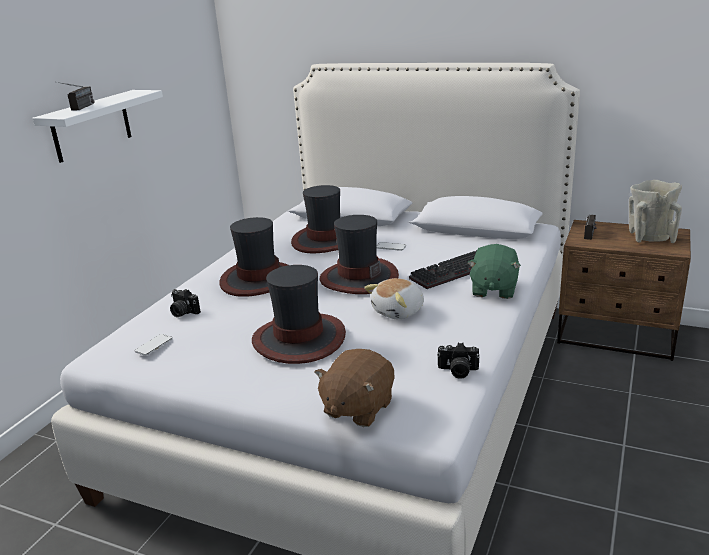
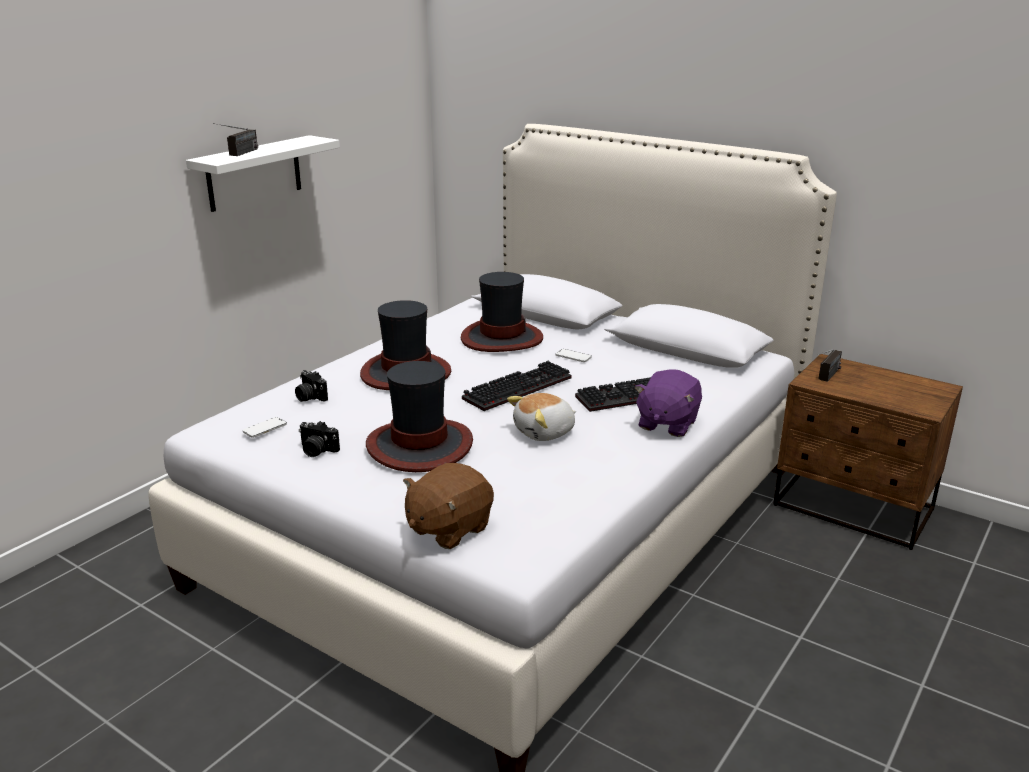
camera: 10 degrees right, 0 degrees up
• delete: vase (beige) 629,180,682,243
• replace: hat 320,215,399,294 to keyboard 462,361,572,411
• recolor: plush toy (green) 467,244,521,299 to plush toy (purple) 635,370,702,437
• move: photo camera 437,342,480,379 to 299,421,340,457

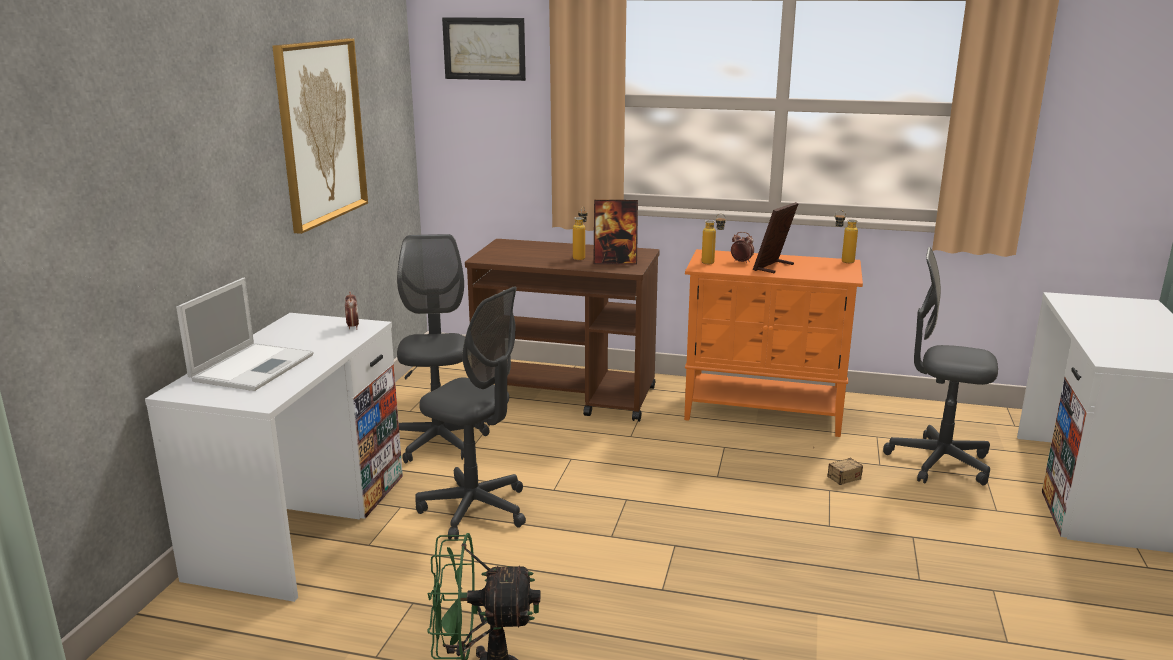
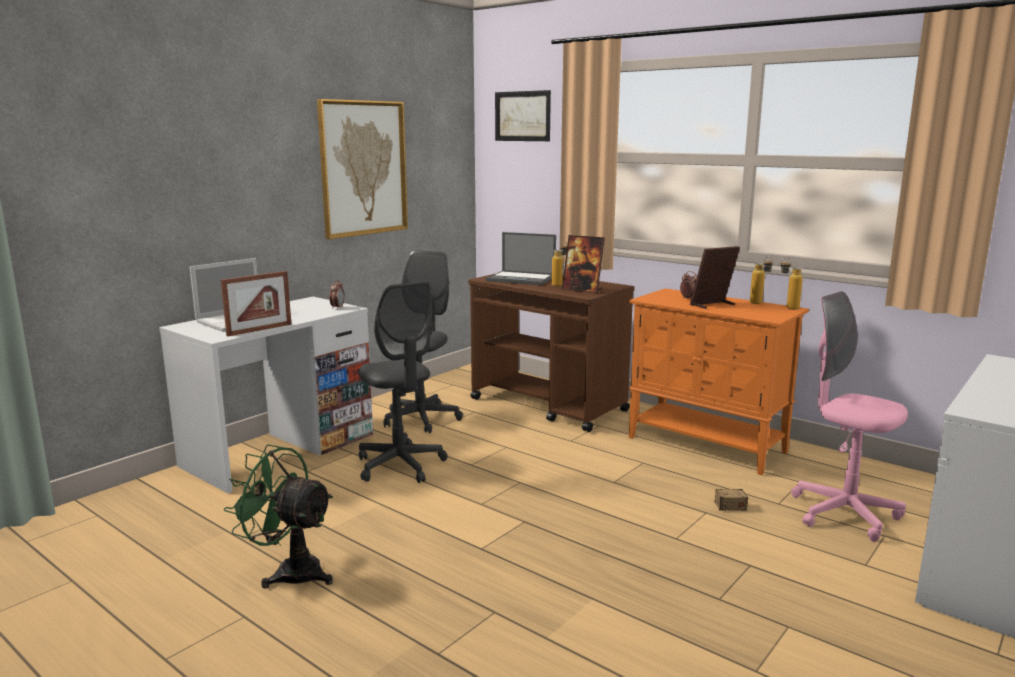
camera: 25 degrees right, 5 degrees down
• move: bottle 702,213,726,264 to 750,256,773,304
• recolor: office chair (grey) 883,247,998,486 to office chair (pink) 791,291,908,542
• insert: laptop 486,232,556,285
• insert: picture frame 221,271,292,336

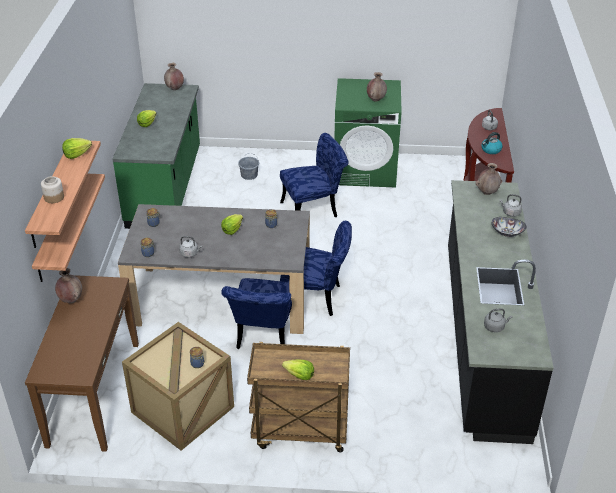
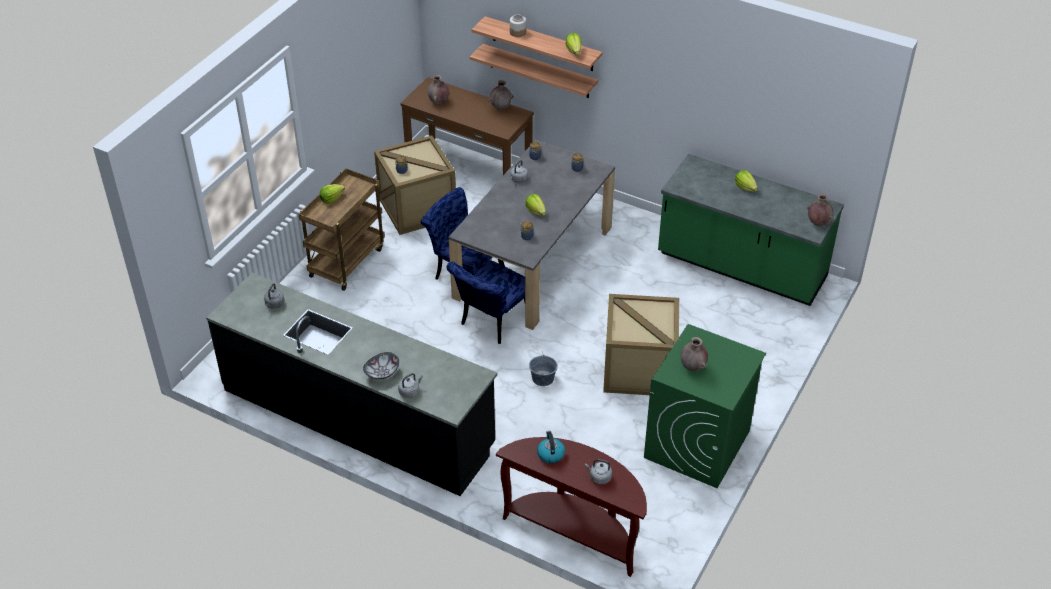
camera: 115 degrees right, 5 degrees up
• replace: chair (blue) 280,133,349,217 to crate 603,294,679,395
• move: bucket (grey) 238,153,259,180 to 529,355,558,386
• move: vase (brown) 476,163,502,195 to 427,75,449,104

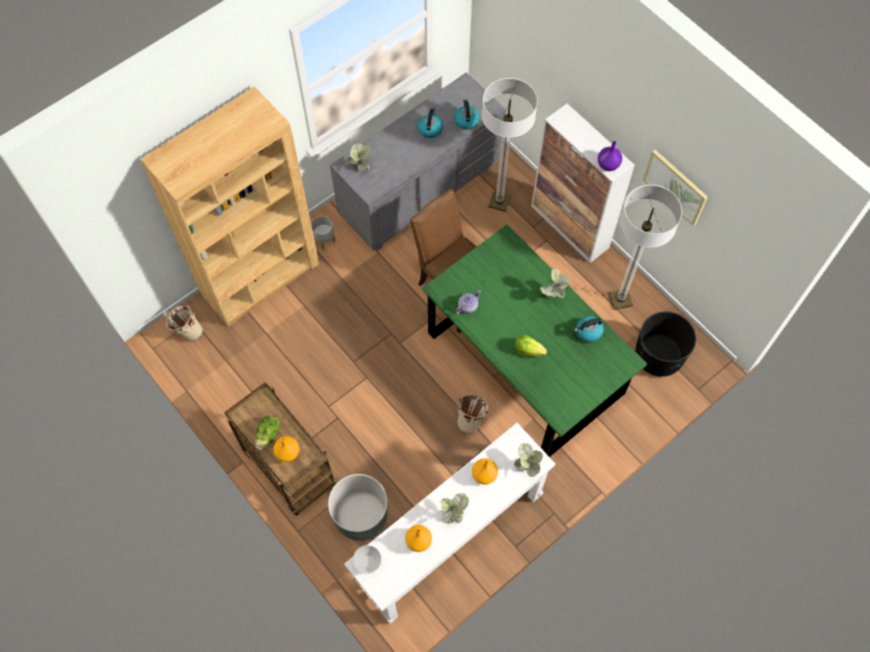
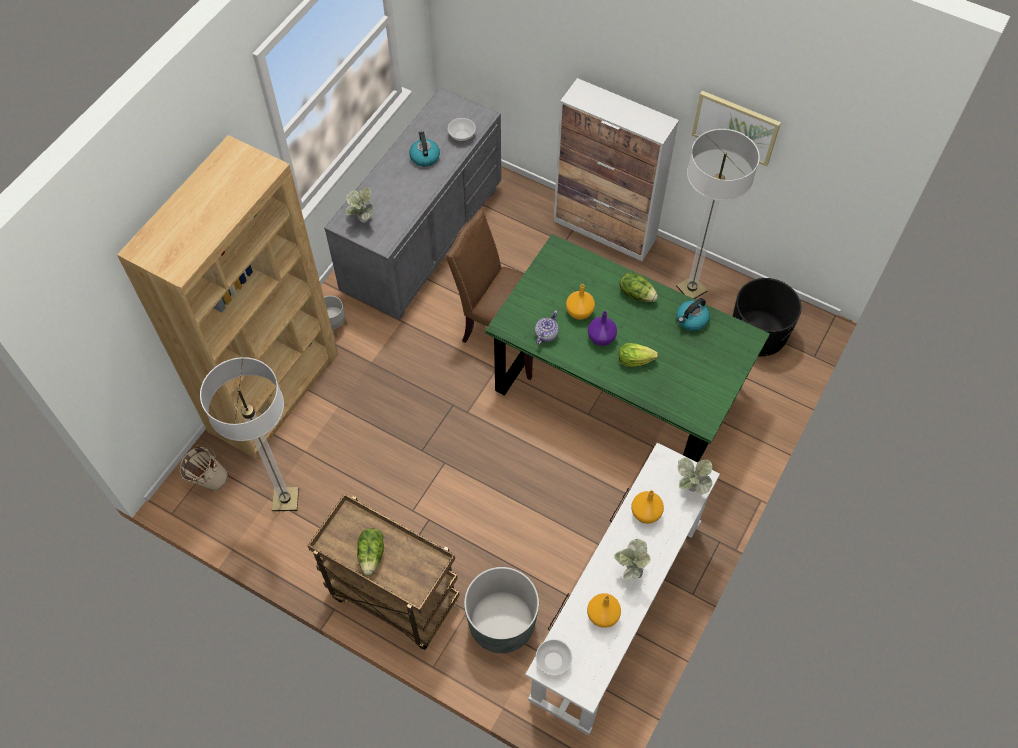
camera: 20 degrees left, 5 degrees down
• move: floor lamp 482,78,538,212 to 200,357,299,511
• replace: kettle 454,99,480,129 to bowl 448,118,476,142
• move: vase (purple) 598,141,622,171 to 588,311,617,346
• replace: potted plant 540,269,569,299 to lettuce 619,272,658,302
• delete: bucket (beige) 457,395,489,434
• move: vase (orange) 273,436,299,462 to 566,284,595,320

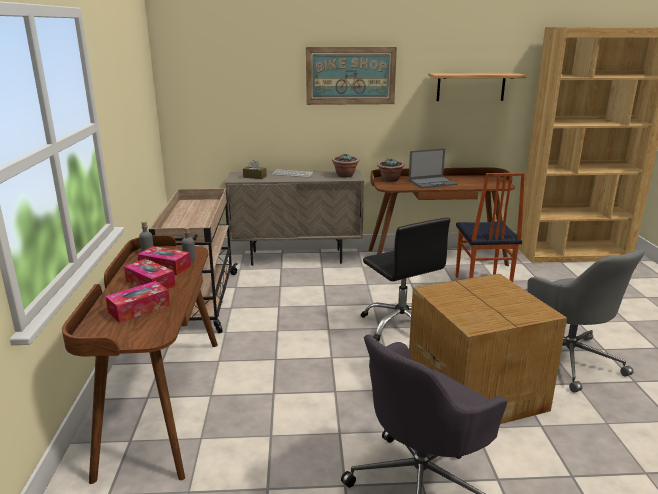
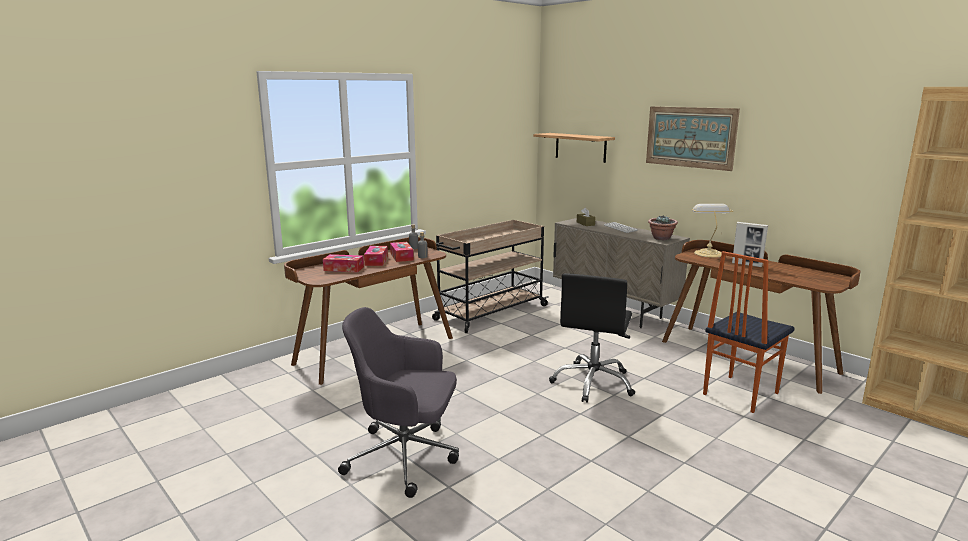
camera: 50 degrees right, 5 degrees down
• move: shelf 428,73,527,101 to 533,133,615,163
• replace: laptop 408,148,458,188 to picture frame 732,222,768,267
• replace: potted plant 377,159,405,182 to table lamp 692,204,734,258
• delete: office chair (grey) 525,249,645,393
• delete: cardboard box 409,274,567,424

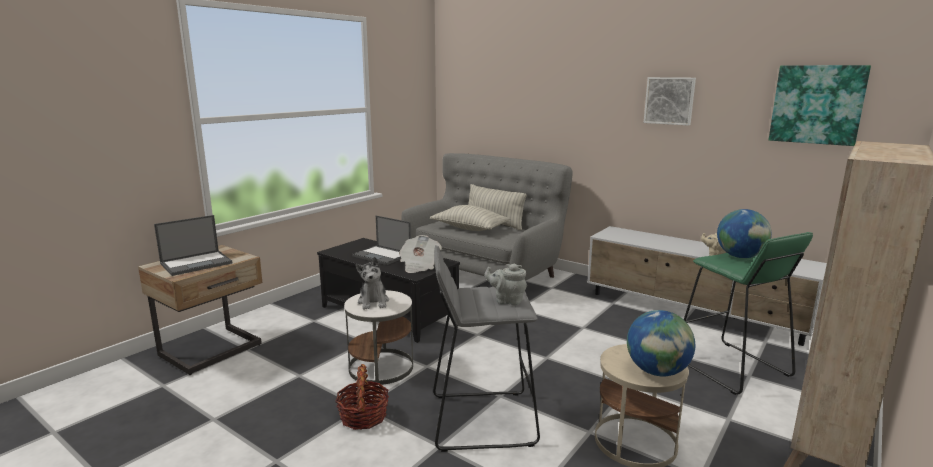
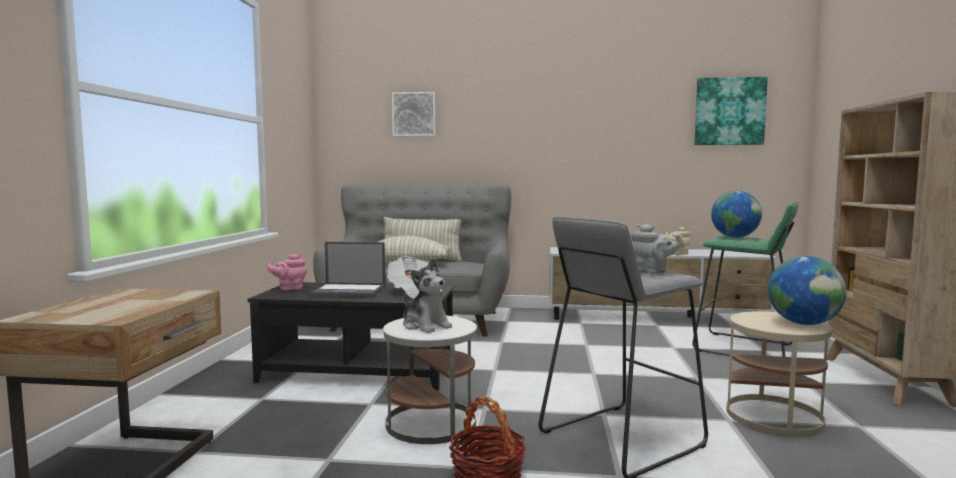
camera: 30 degrees left, 10 degrees down
• move: picture 644,77,696,126 to 392,92,436,137
• delete: laptop 154,215,233,276
• rotate: teapot (grey) 484,264,527,305 = 631,224,683,274 135 degrees counterclockwise
• insert: teapot (pink) 267,254,307,291

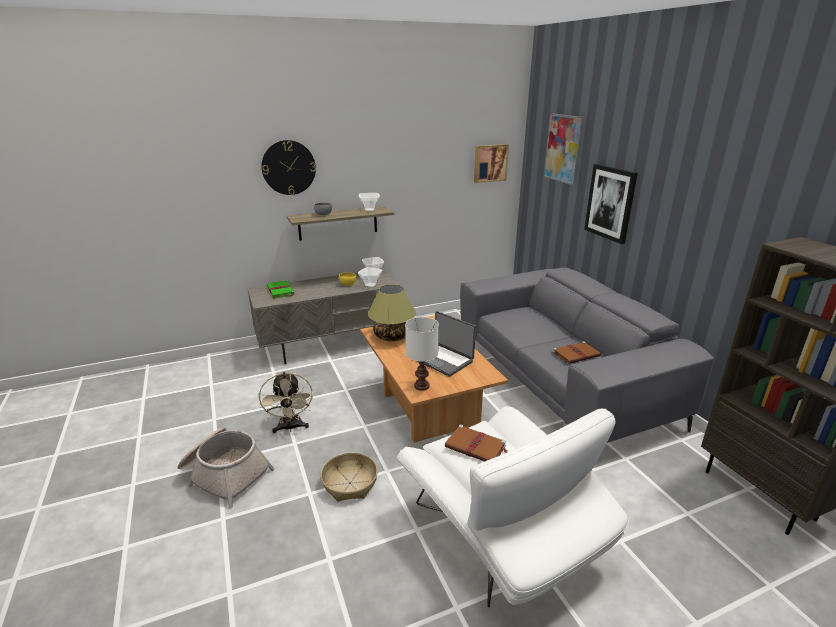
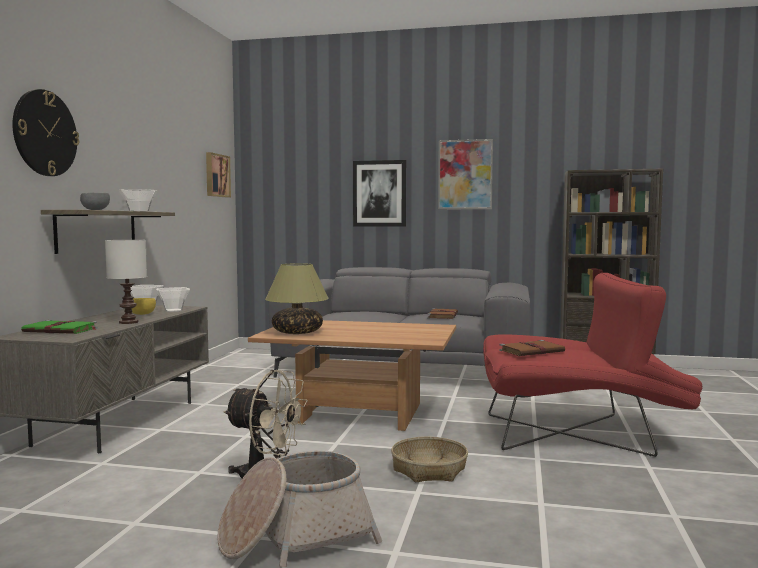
camera: 55 degrees left, 20 degrees down
• move: picture 544,113,585,186 to 438,139,493,209
• delete: laptop 417,311,476,377
• move: table lamp (white) 405,317,439,391 to 105,240,147,324
• recolor: armchair (white) 397,406,629,608 to armchair (red) 483,273,703,457

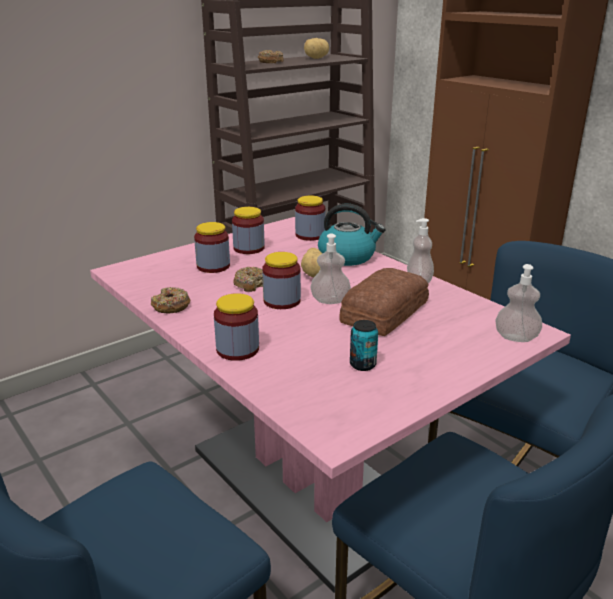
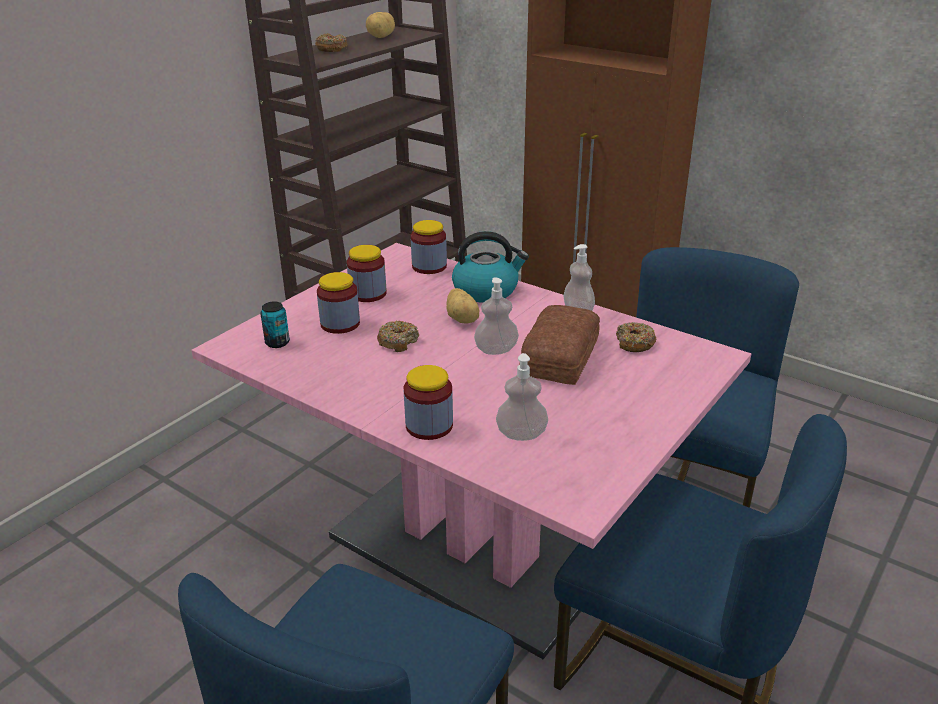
camera: 15 degrees left, 5 degrees up
• delete: jar 262,252,301,309
• move: soap dispenser 495,264,542,342 to 496,353,548,441
• move: donut 151,287,191,314 to 616,322,656,352
• move: can 350,320,378,371 to 260,301,290,348

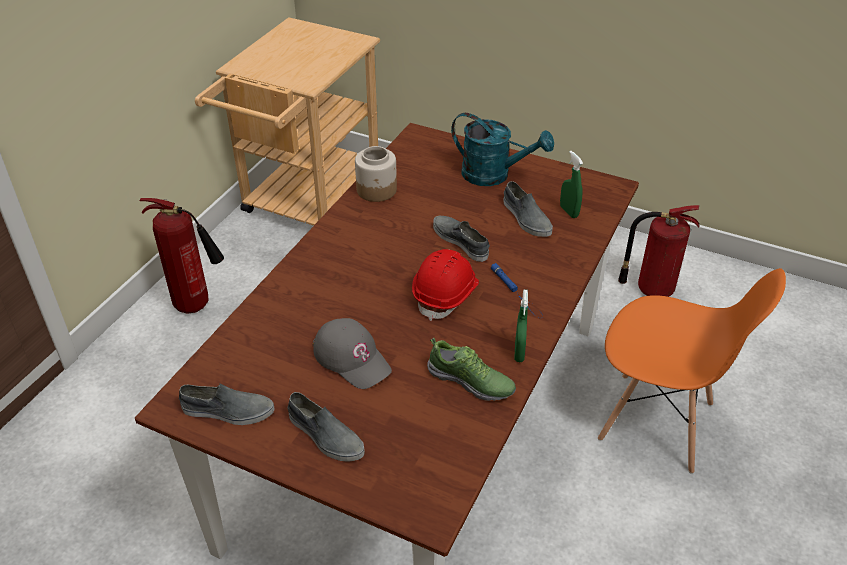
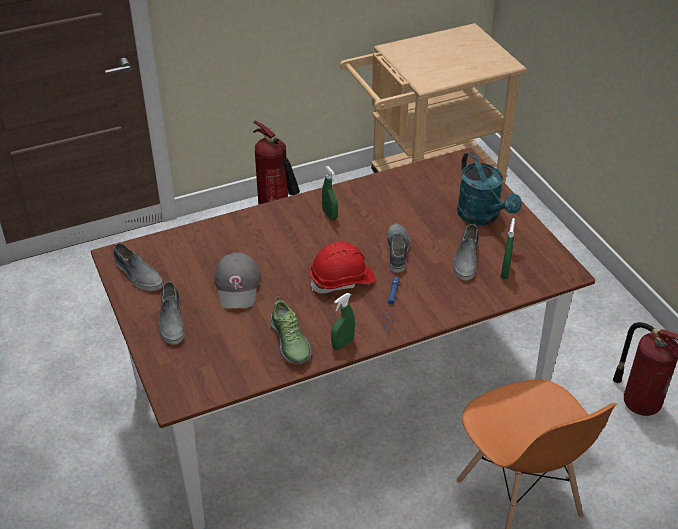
camera: 40 degrees right, 0 degrees up
• delete: jar 355,146,397,202
• insert: spray bottle (green) 322,166,338,220

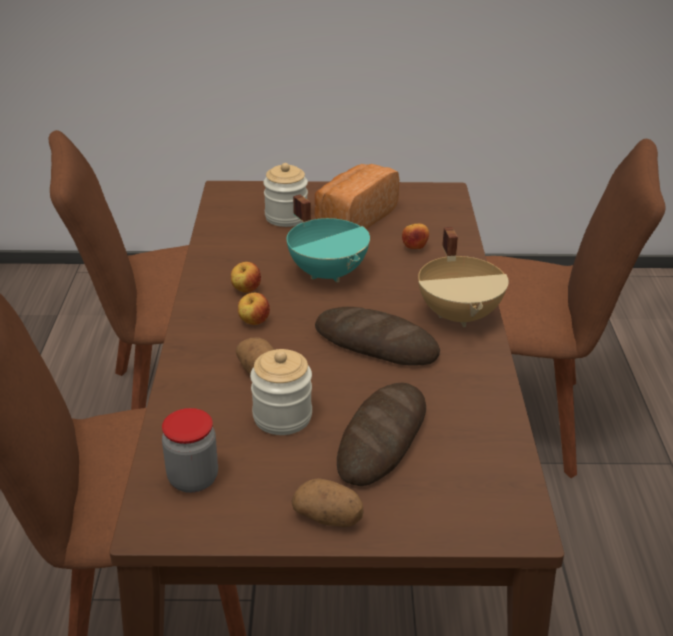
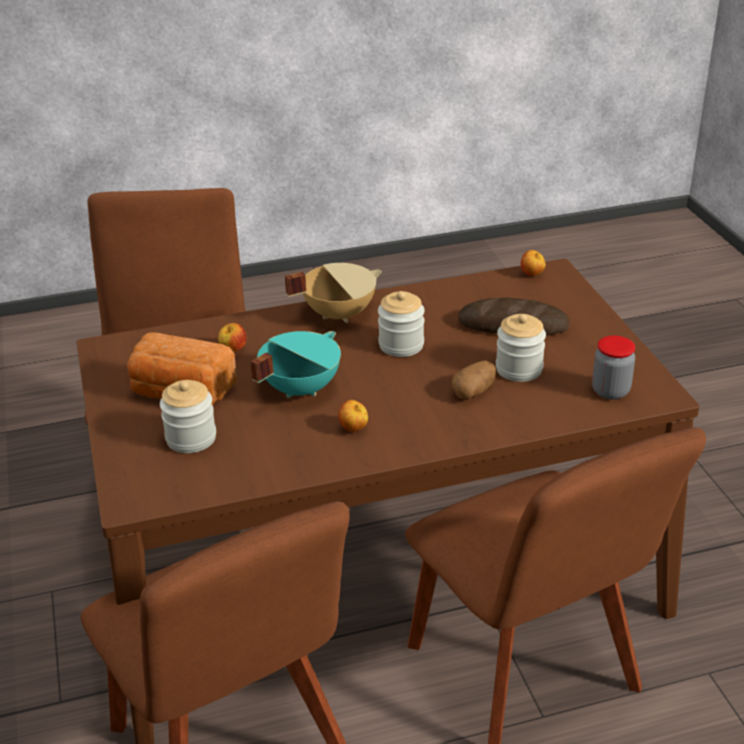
camera: 105 degrees left, 0 degrees up
• move: apple 238,293,270,325 to 521,250,546,276
• replace: bread 315,307,440,366 to jar 378,291,425,357
• delete: potato 291,478,364,527

